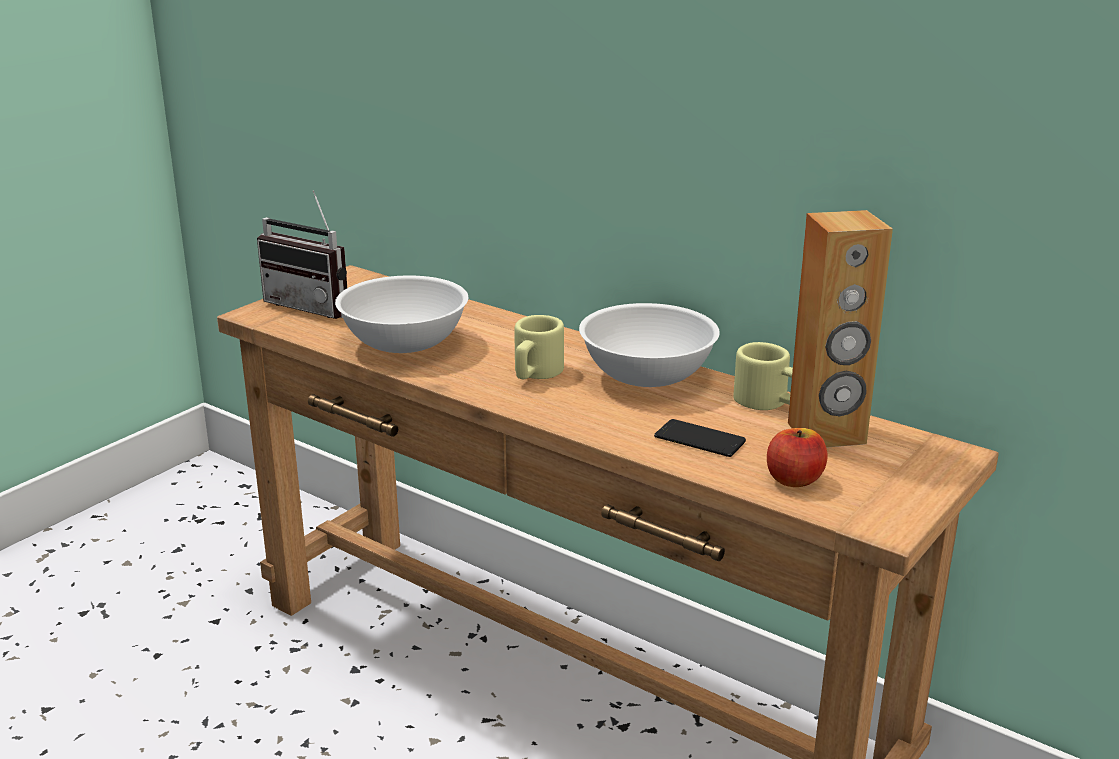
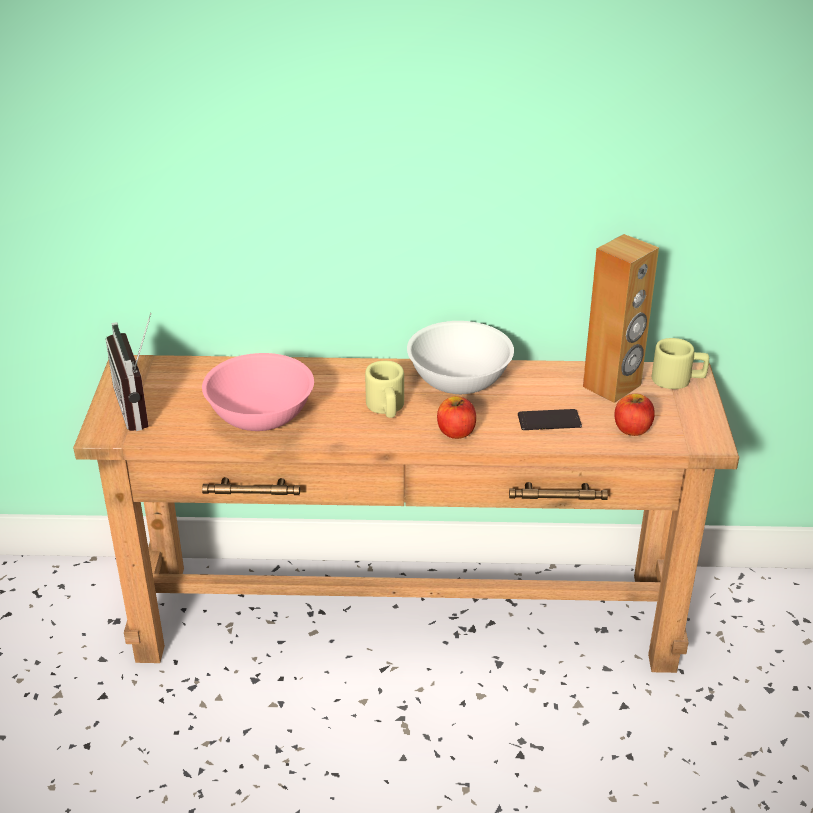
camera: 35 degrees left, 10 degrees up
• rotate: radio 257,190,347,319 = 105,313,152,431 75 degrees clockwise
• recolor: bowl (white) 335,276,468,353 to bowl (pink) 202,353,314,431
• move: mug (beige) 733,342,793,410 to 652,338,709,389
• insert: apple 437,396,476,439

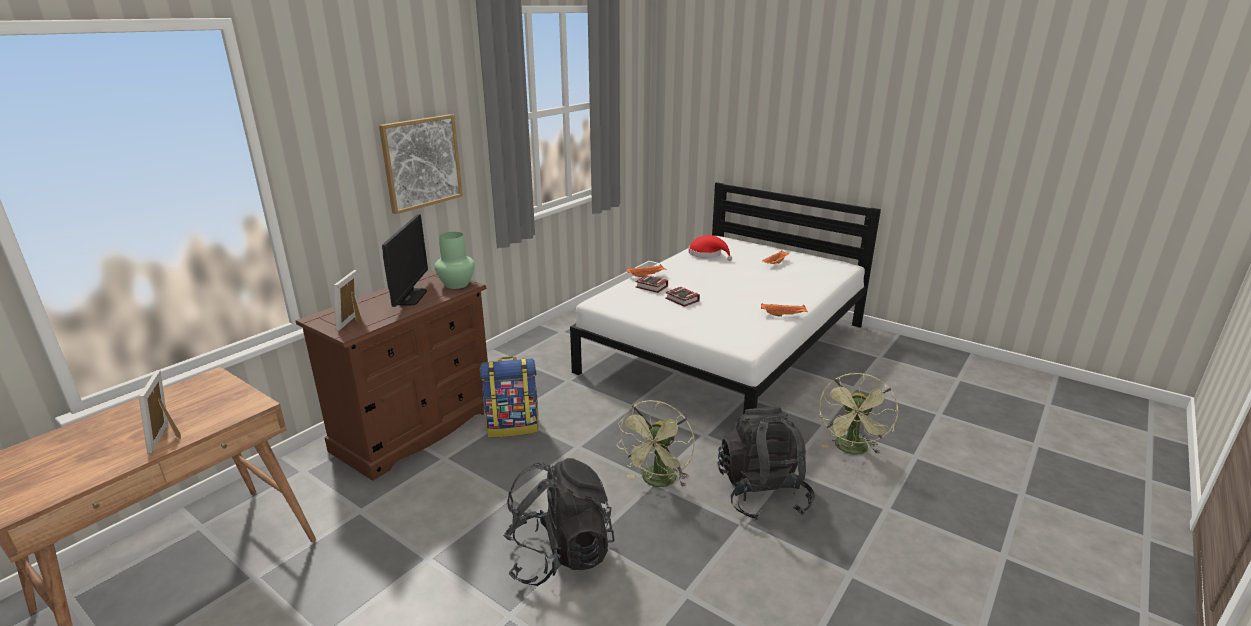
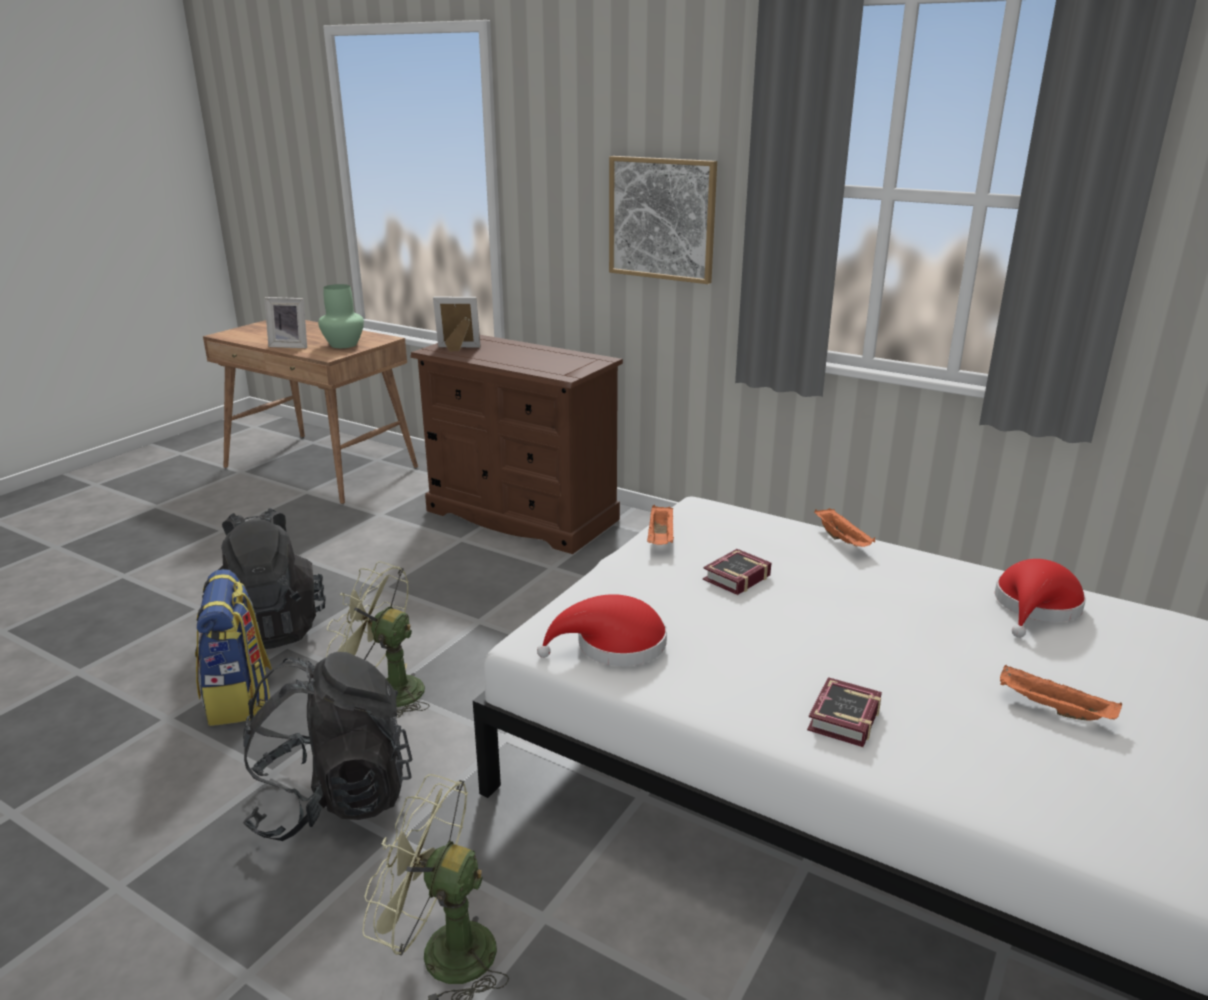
camera: 85 degrees right, 0 degrees up
• delete: monitor 382,214,428,307
• move: vase (green) 434,232,475,289 to 318,284,364,348
• move: book 635,275,668,293 to 807,677,882,747
• move: tray (orange) 761,303,808,317 to 647,505,674,545
• move: backpack 480,356,539,437 to 195,569,272,726
• rotate: picture frame 139,370,181,454 = 264,297,307,348 150 degrees counterclockwise
• insert: hat (red) 537,594,667,666

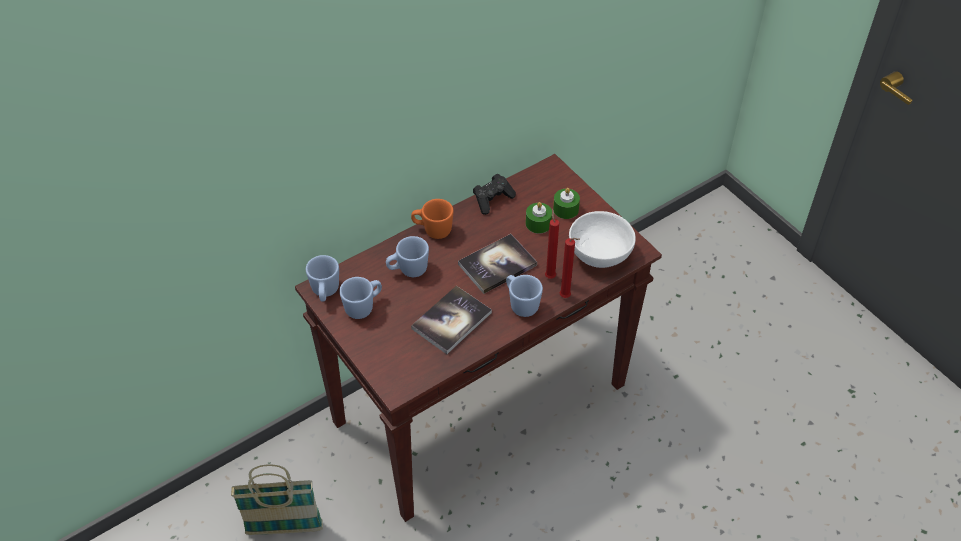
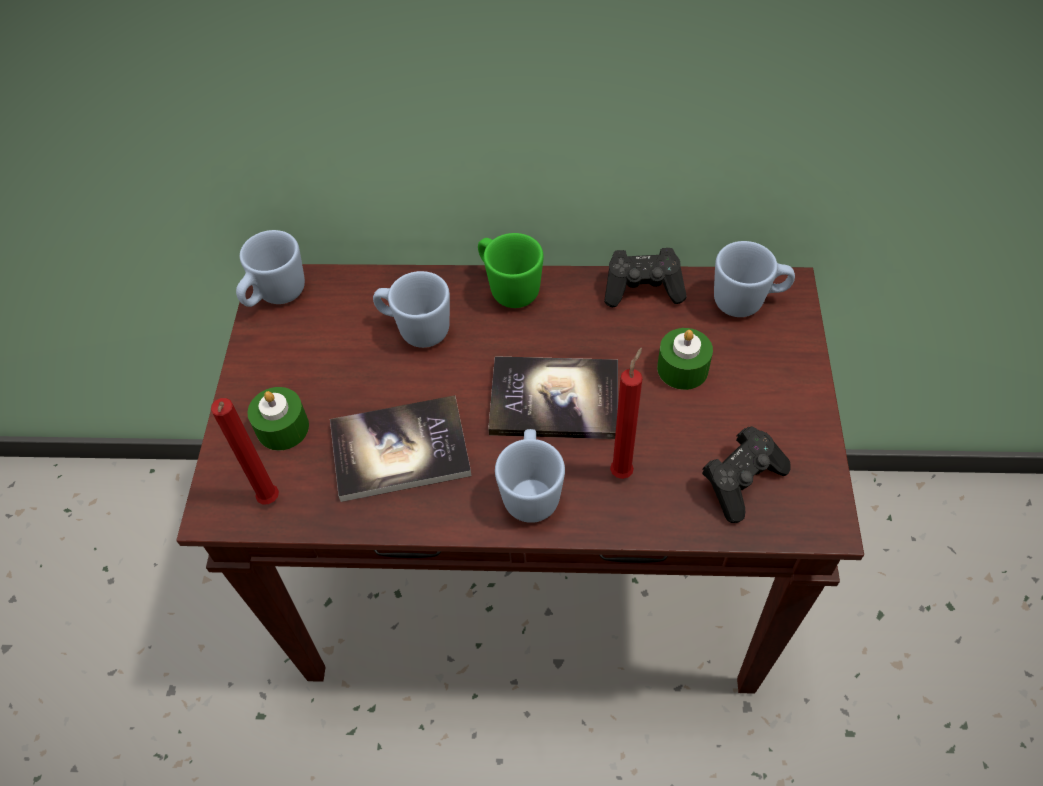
camera: 40 degrees right, 5 degrees up
• move: candle (green) 553,188,580,219 to 247,387,309,451
• recolor: mug (orange) 411,199,454,239 to mug (green) 478,233,544,308
• replace: bowl (white) 569,211,636,268 to game controller (black) 702,426,791,523
• move: candle (red) 560,238,580,298 to 211,398,279,504
• move: mug (blue) 339,277,382,319 to 714,241,795,317
• delete: basket 231,465,323,535

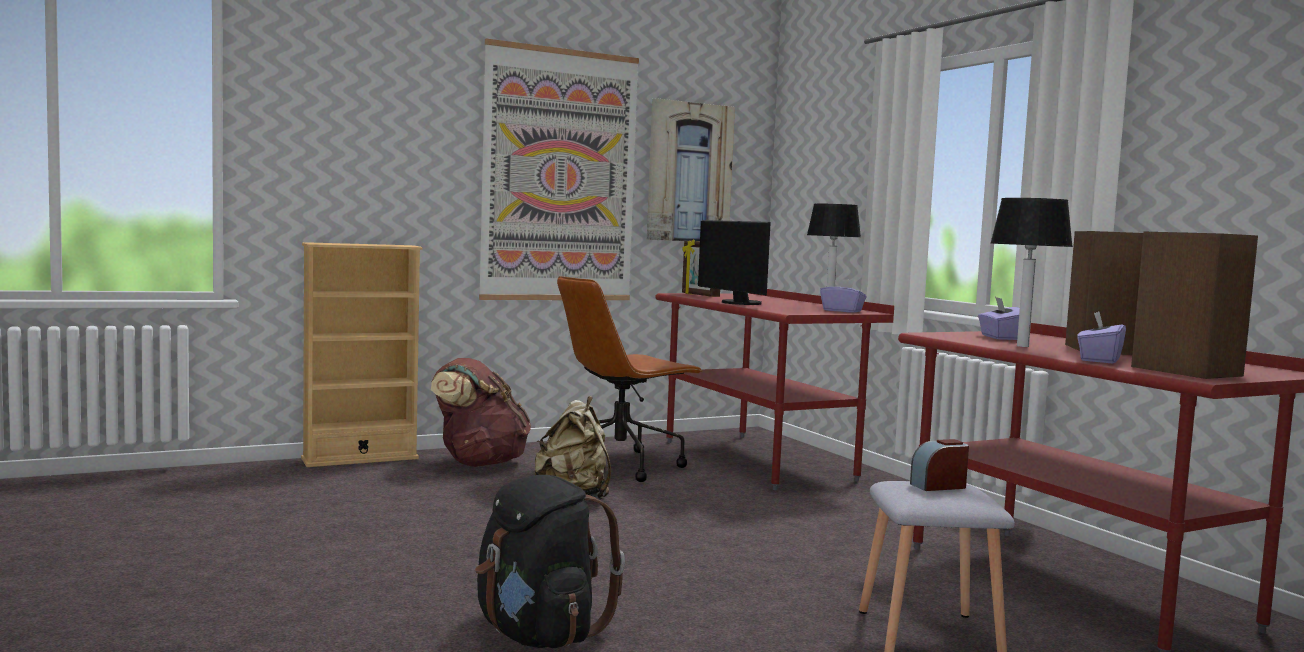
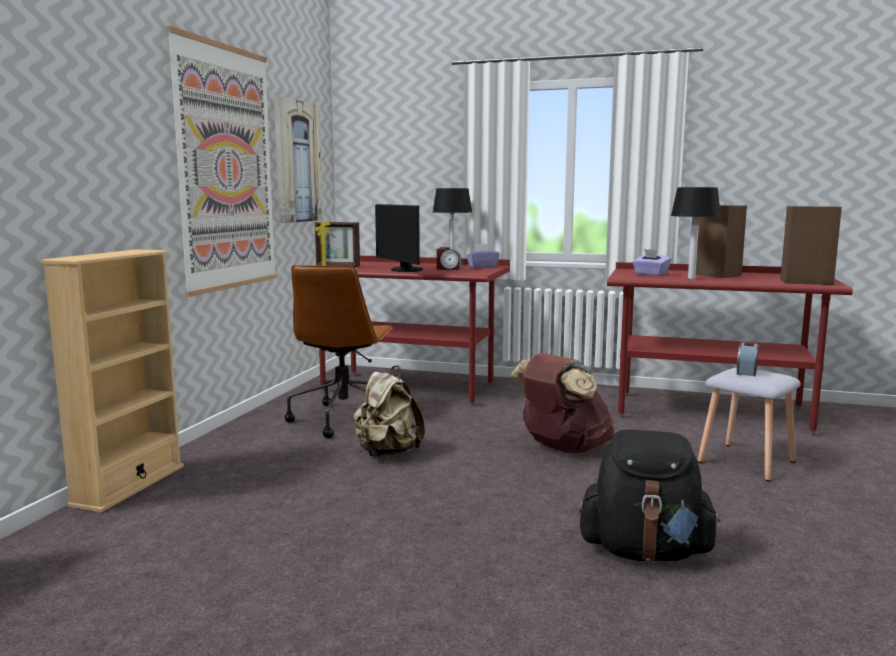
camera: 45 degrees left, 5 degrees up
• rotate: monitor 698,220,771,305 = 375,204,424,272 45 degrees clockwise
• delete: tissue box (purple) 1077,312,1126,363
• move: backpack (brown) 431,358,531,467 to 510,353,614,453
• insert: alarm clock 437,247,462,270

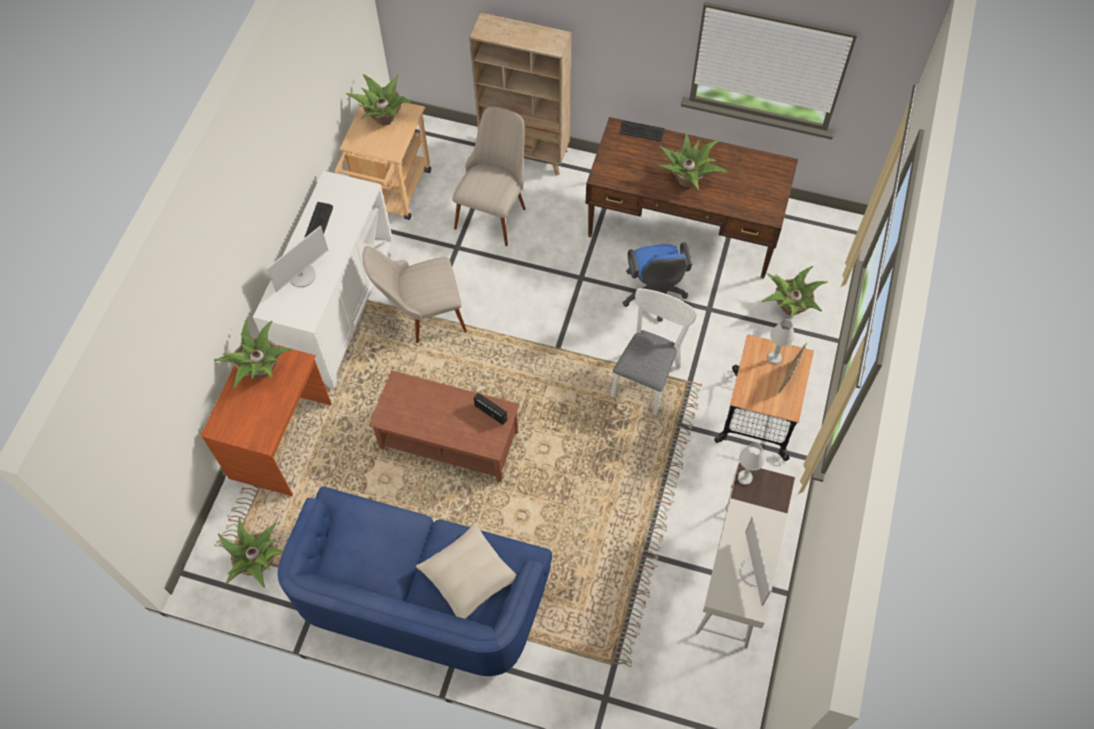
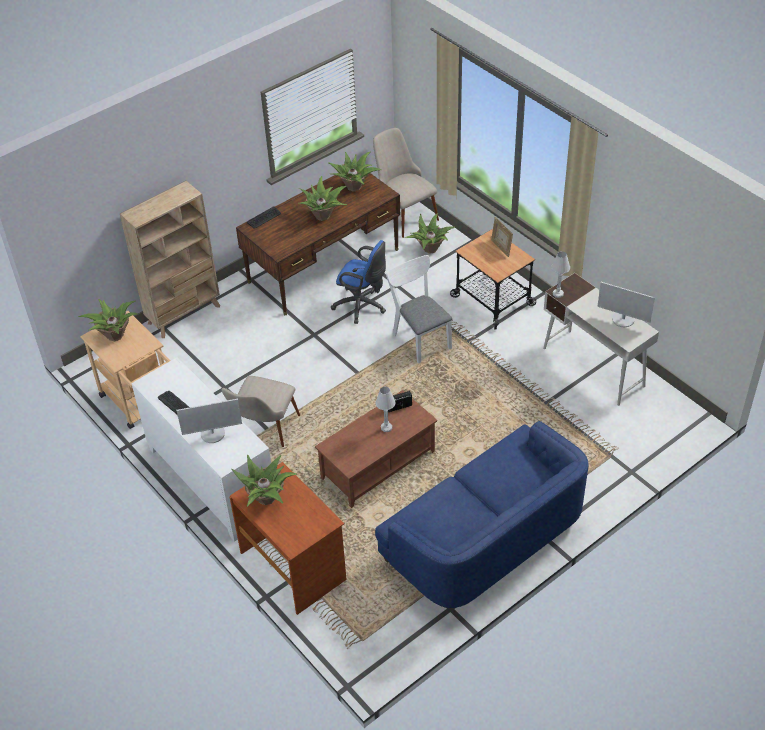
camera: 55 degrees left, 15 degrees down
• move: chair (beige) 452,107,525,246 to 373,128,439,238
• rotate: monitor 266,226,328,292 = 177,399,242,443 90 degrees clockwise
• move: table lamp (white) 768,319,795,364 to 376,387,396,432
• move: potted plant 218,518,283,588 to 328,151,382,192
• delete: pillow (beige) 416,522,517,619

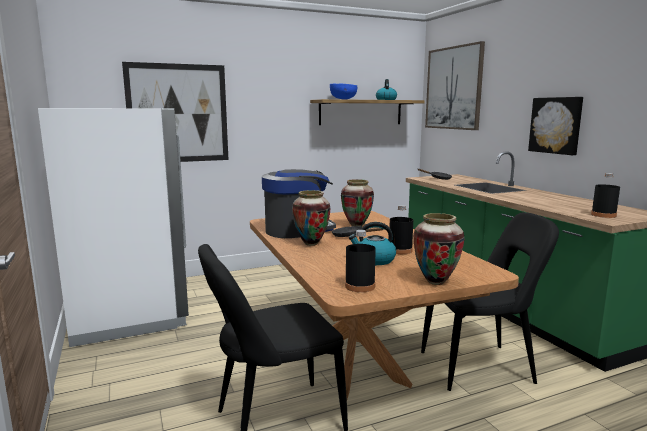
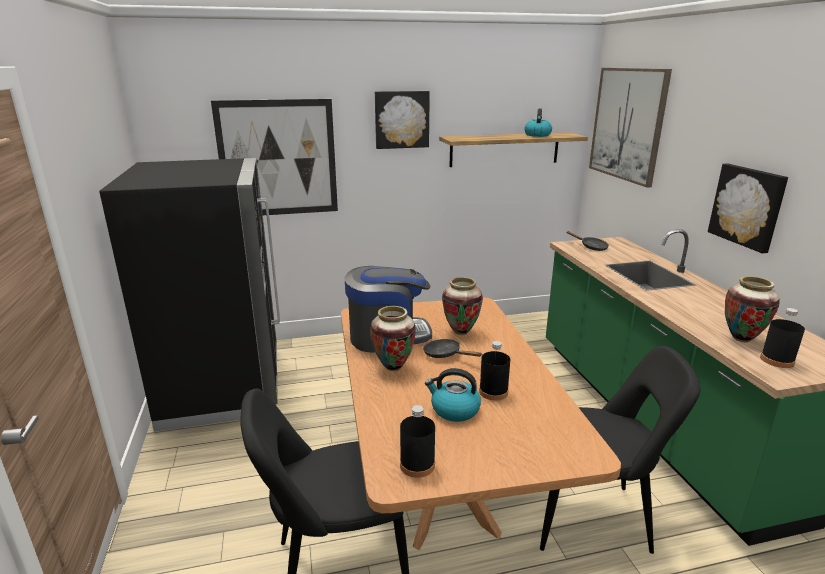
camera: 10 degrees right, 10 degrees up
• delete: bowl (blue) 330,84,357,100
• recolor: fridge (white) 38,108,189,347 to fridge (black) 99,158,280,432
• move: vase 413,213,465,285 to 725,276,779,342
• insert: picture 375,91,430,149

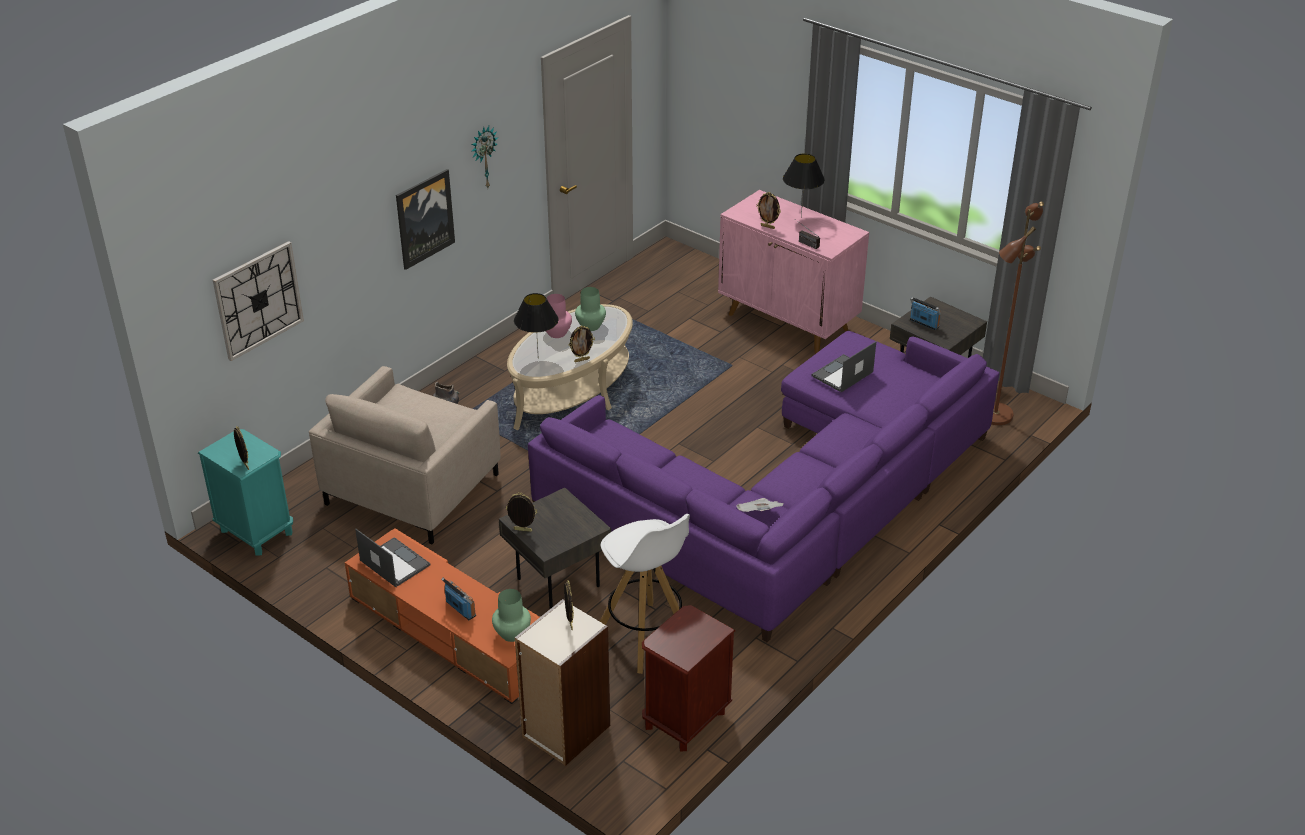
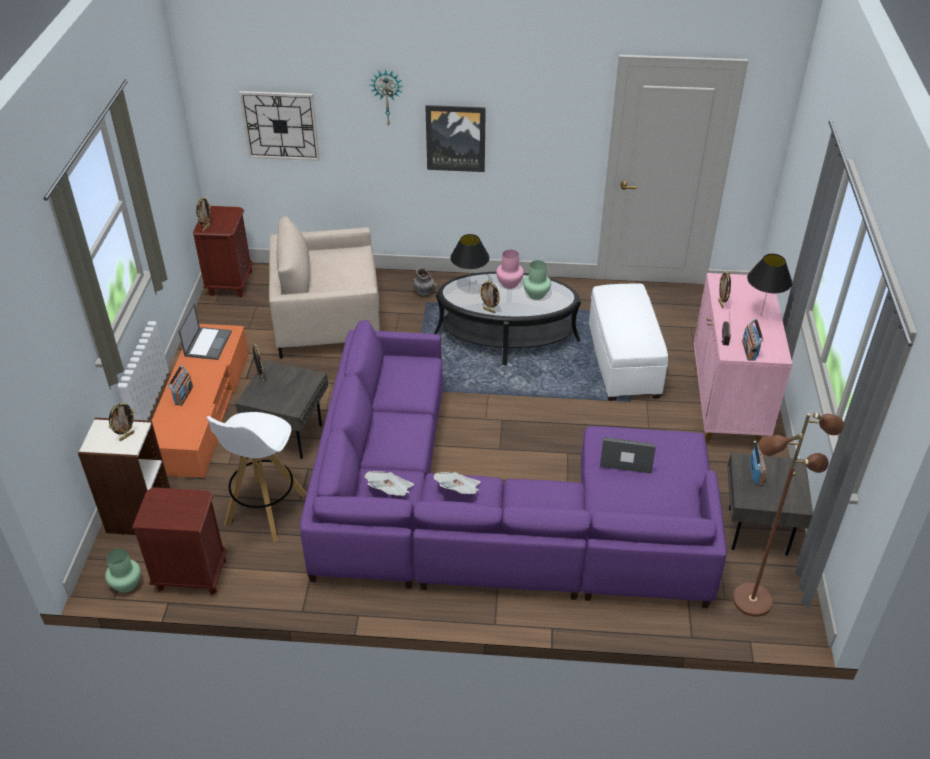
camera: 55 degrees right, 5 degrees up
• move: wall clock 471,126,498,188 to 370,70,404,127
• recolor: coffee table (beige) 507,304,633,430 to coffee table (black) 434,272,581,365
• recolor: nightstand (turquoise) 198,429,293,556 to nightstand (brown) 193,206,253,298
• move: vase (green) 492,589,531,642 to 105,548,141,593
• insert: ottoman (white) 589,283,668,401
• insert: radio 742,318,763,361
• insert: newspaper 434,472,481,494

